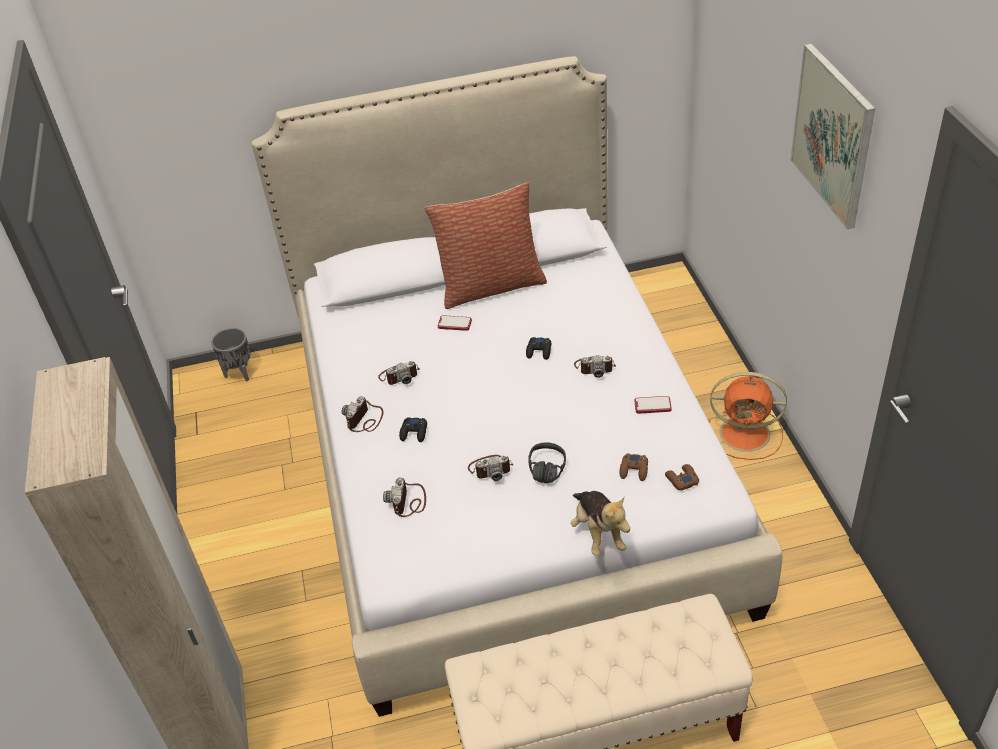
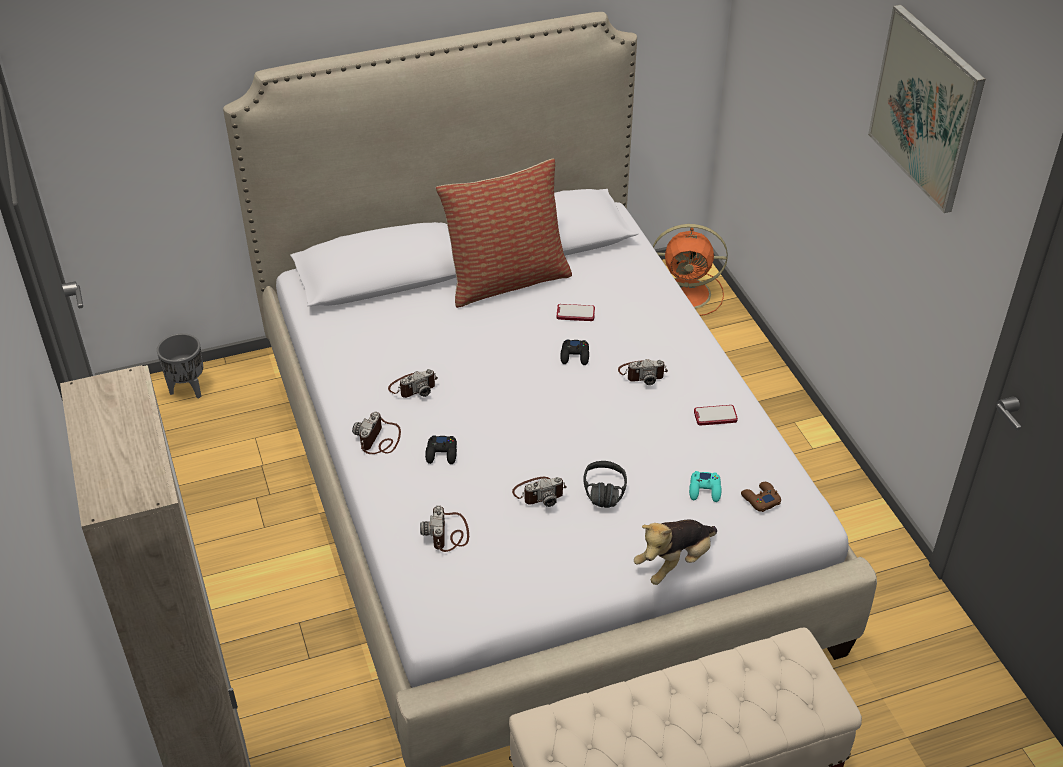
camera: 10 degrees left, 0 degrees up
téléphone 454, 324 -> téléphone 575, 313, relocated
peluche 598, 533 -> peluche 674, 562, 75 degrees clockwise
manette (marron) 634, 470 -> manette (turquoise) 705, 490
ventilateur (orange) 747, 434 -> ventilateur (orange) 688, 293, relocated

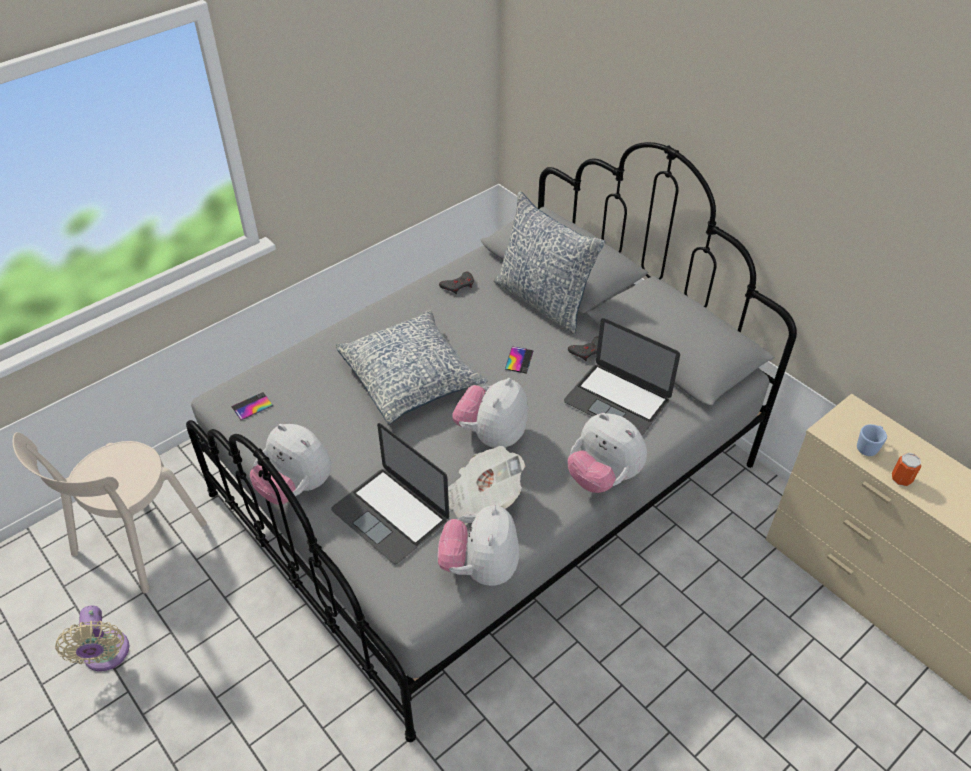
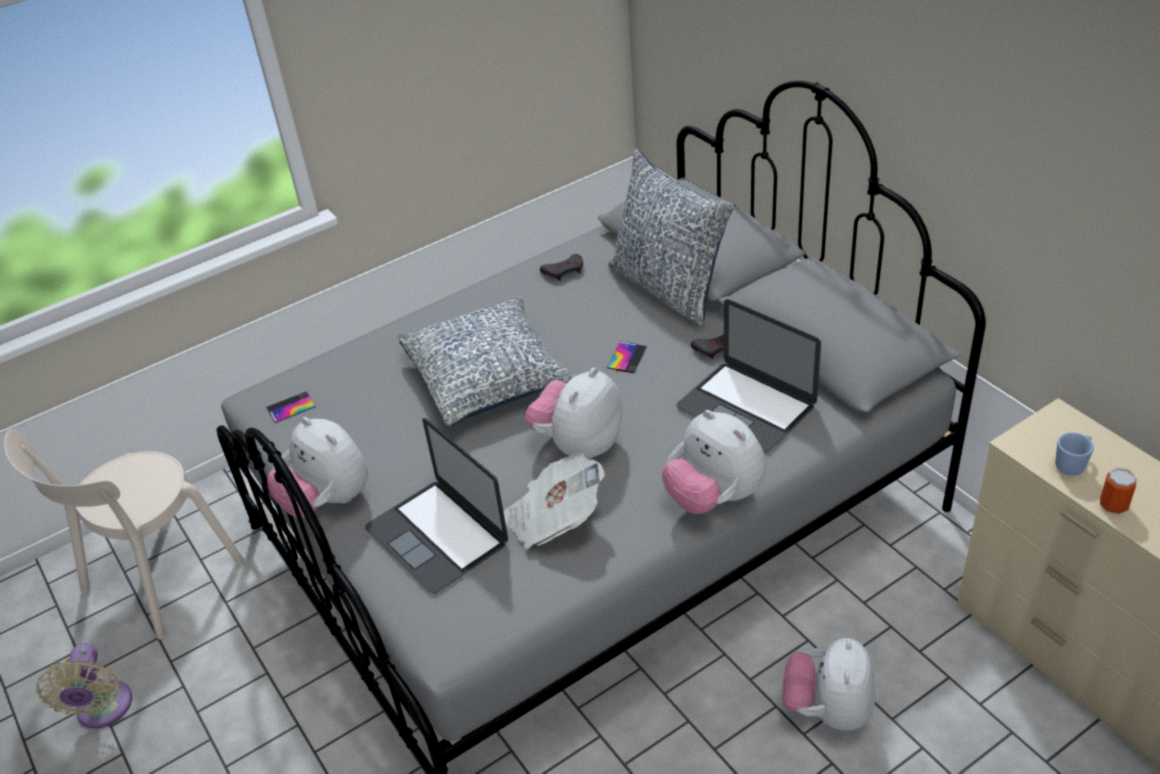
camera: 10 degrees right, 5 degrees down
peluche 480, 567 -> peluche 828, 709, relocated

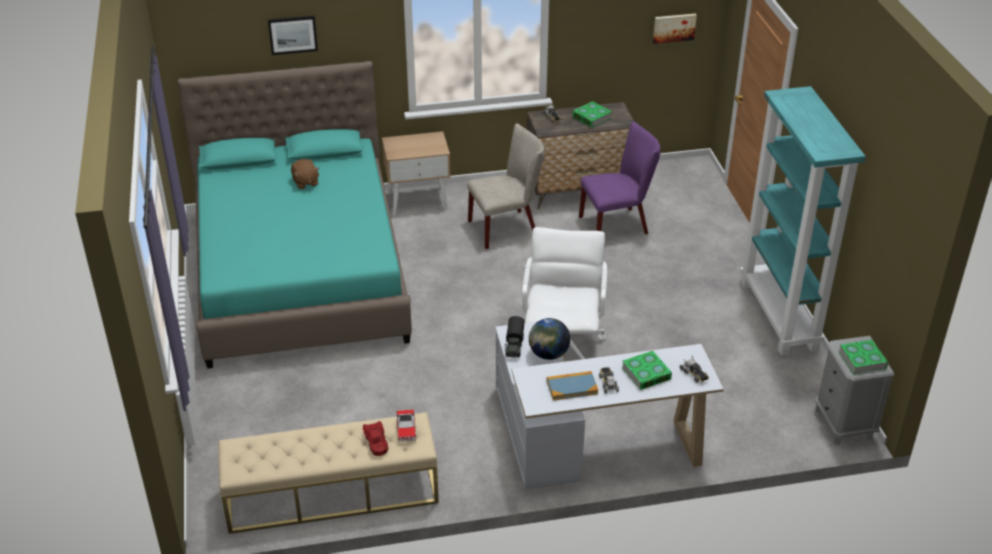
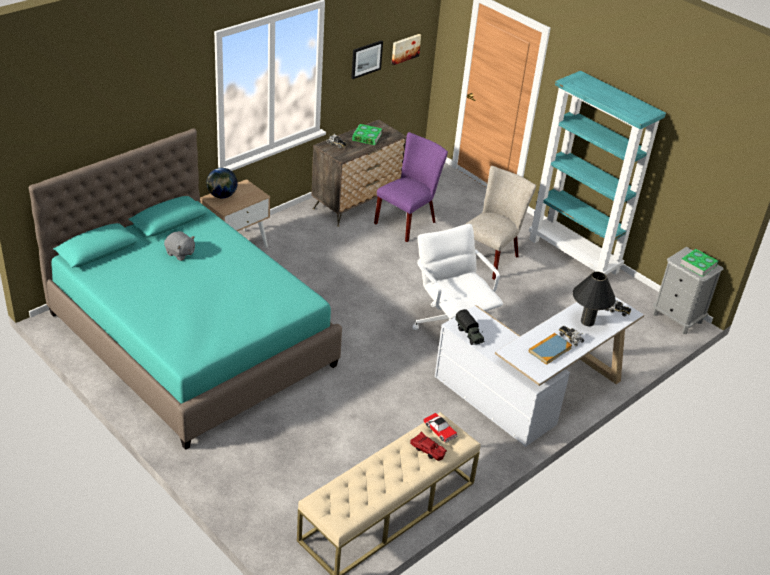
camera: 35 degrees left, 0 degrees up
tableau 292, 34 -> tableau 366, 59, relocated
peluche (marron) 305, 182 -> peluche (gris) 180, 253
chaise (beige) 507, 227 -> chaise (beige) 490, 257, relocated
globe 548, 354 -> globe 222, 196, relocated
livre 646, 373 -> lampe de table (noir) 587, 321

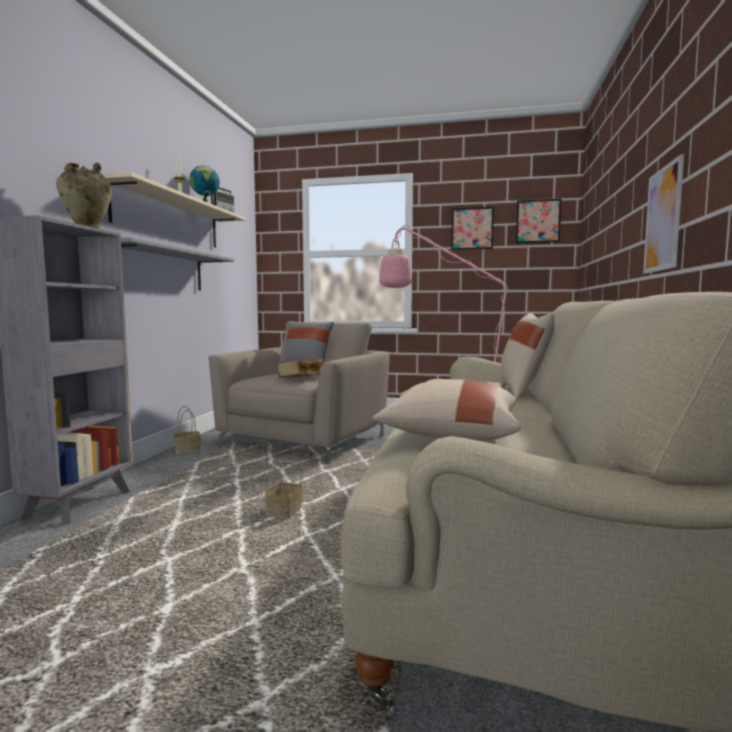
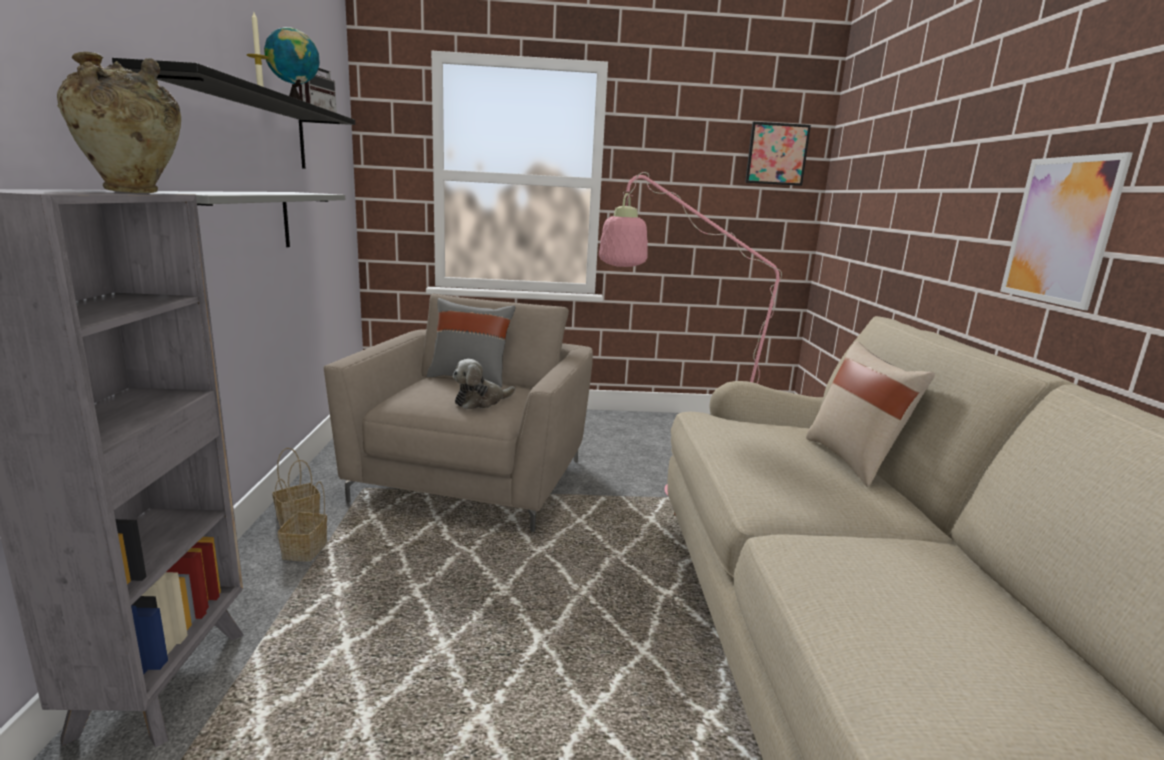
camera: 15 degrees left, 10 degrees up
étagère (beige) 170, 219 -> étagère (noir) 240, 129
panier 284, 512 -> panier 304, 549, relocated
livre 301, 378 -> peluche 481, 402
coussin (beige) 450, 435 -> none
tableau 472, 228 -> none

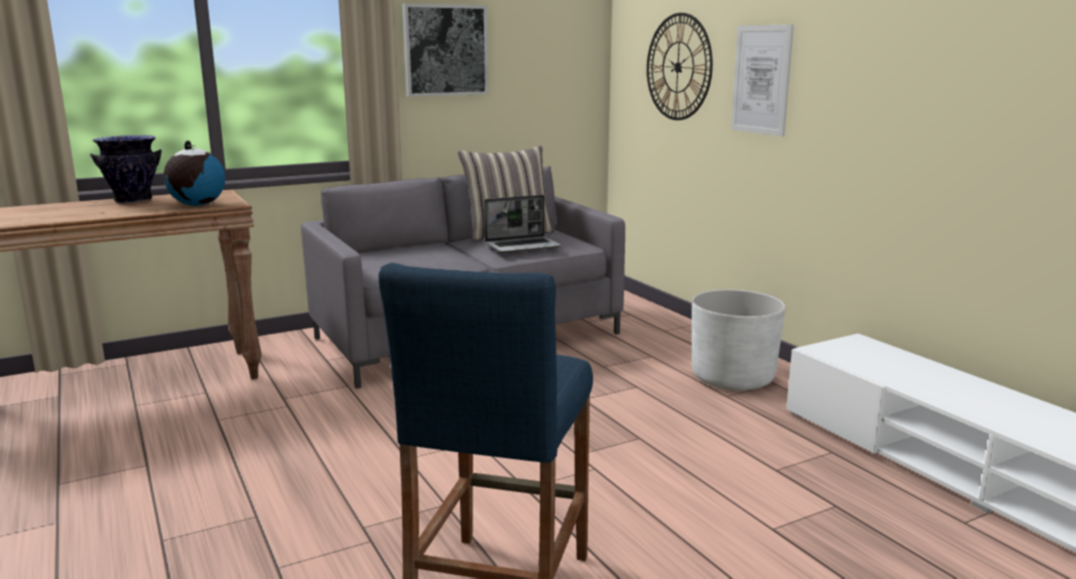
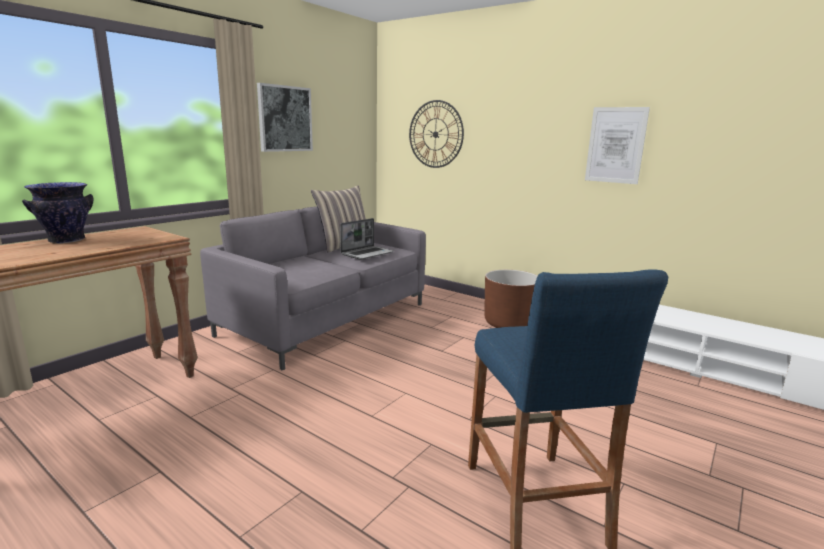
camera: 25 degrees left, 0 degrees up
globe 197, 205 -> none
cache-pot (blanc) 732, 378 -> cache-pot (marron) 508, 323
tableau 761, 80 -> tableau 615, 145, relocated

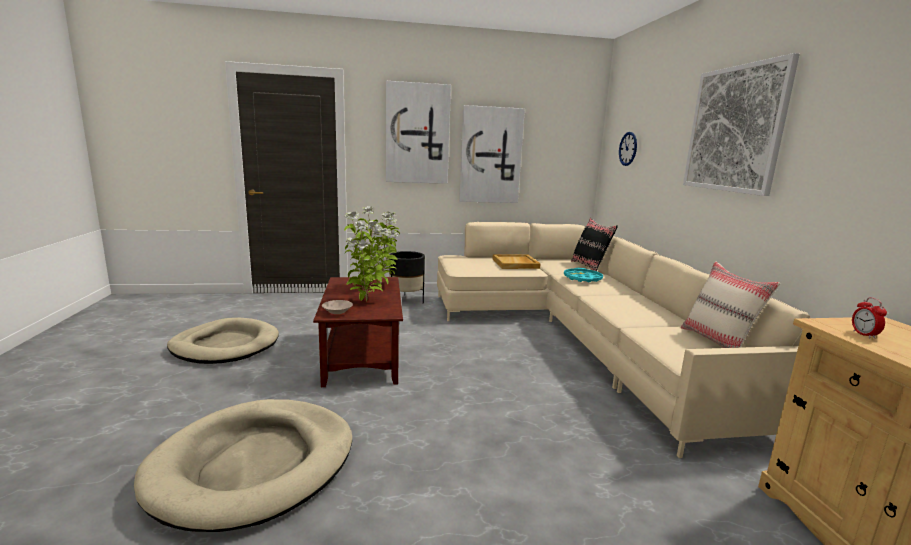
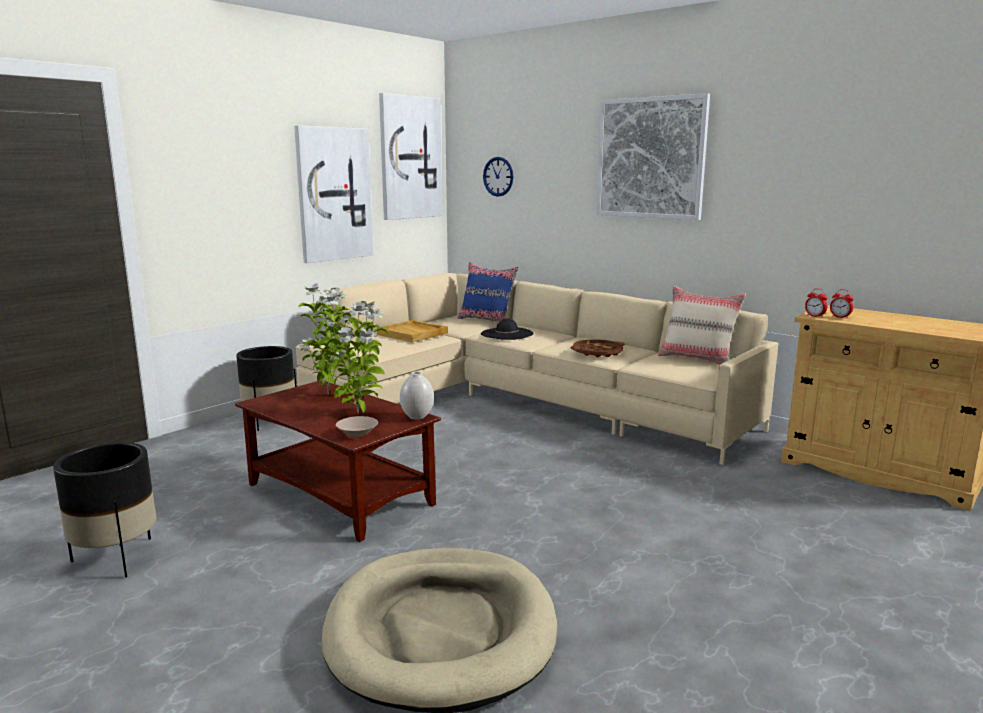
camera: 40 degrees left, 0 degrees up
panier pour chien (beige) 225, 345 -> cache-pot (noir) 116, 558
tableau 417, 134 -> tableau 410, 158, relocated
plateau (turquoise) 582, 278 -> chapeau (noir) 507, 334
coussin (noir) 590, 267 -> coussin (bleu) 487, 320
none -> vase (blanc) 417, 417
none -> plateau (marron) 597, 352
none -> réveil 815, 316

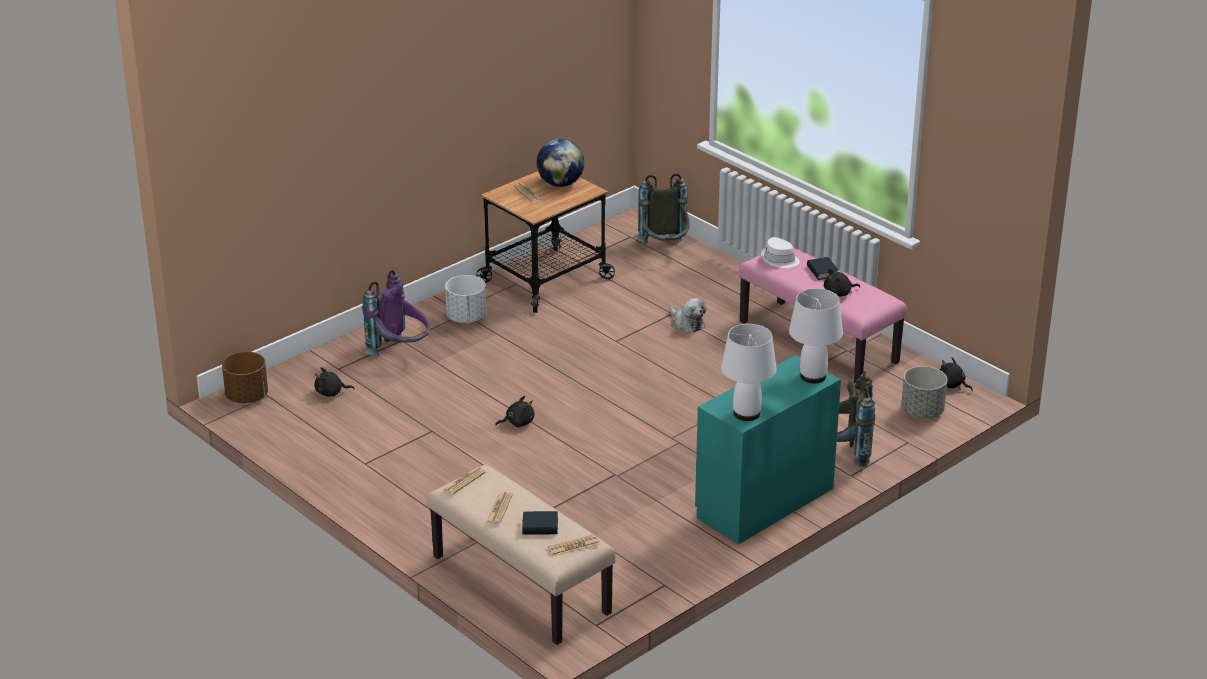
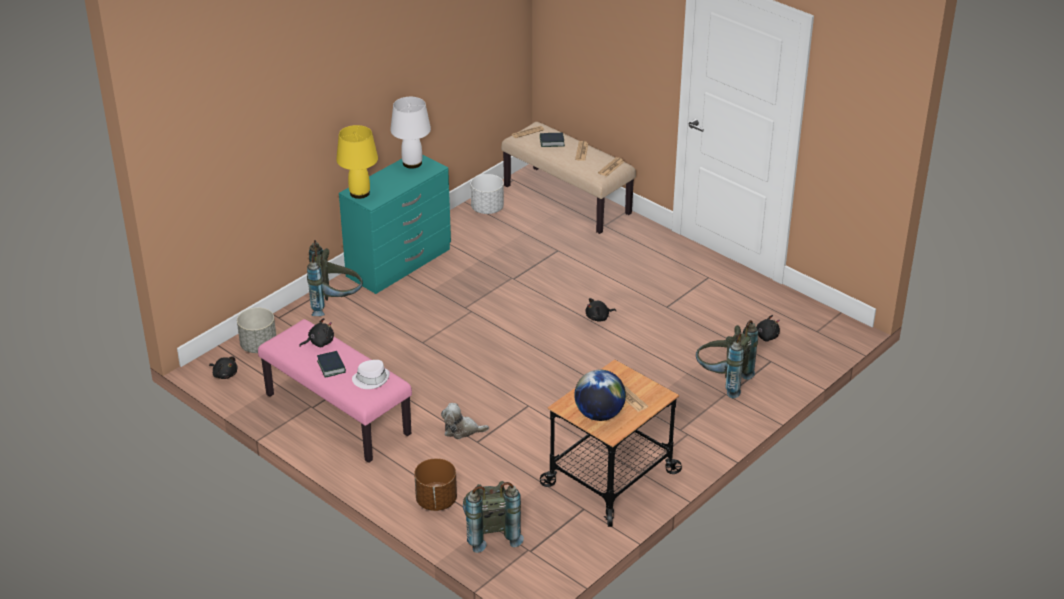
camera: 175 degrees right, 5 degrees up
cache-pot (marron) 247, 396 -> cache-pot (marron) 436, 501, relocated
sac à dos (violet) 400, 352 -> sac à dos (gris) 723, 381
cache-pot (blanc) 466, 318 -> cache-pot (blanc) 487, 209, relocated
peluche 687, 323 -> peluche 462, 430, 45 degrees counterclockwise
lampe de table (blanc) 813, 377 -> lampe de table (jaune) 359, 193

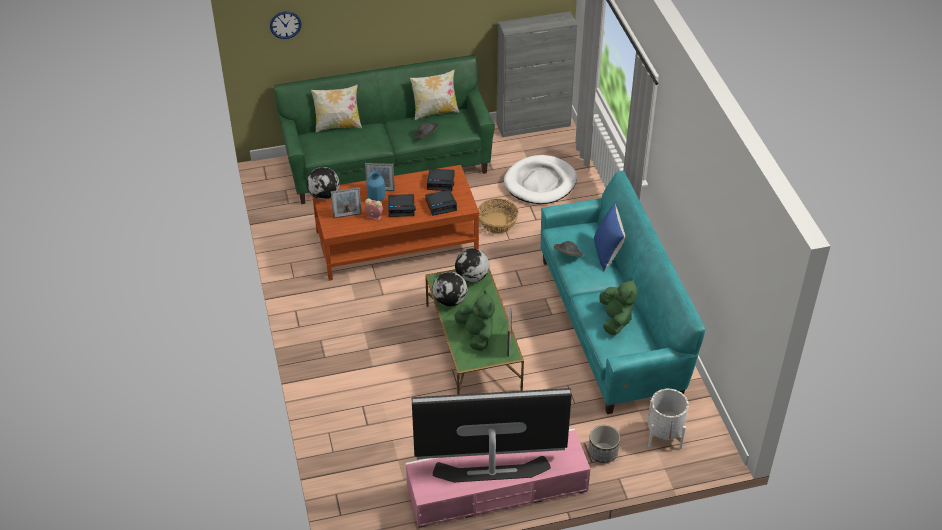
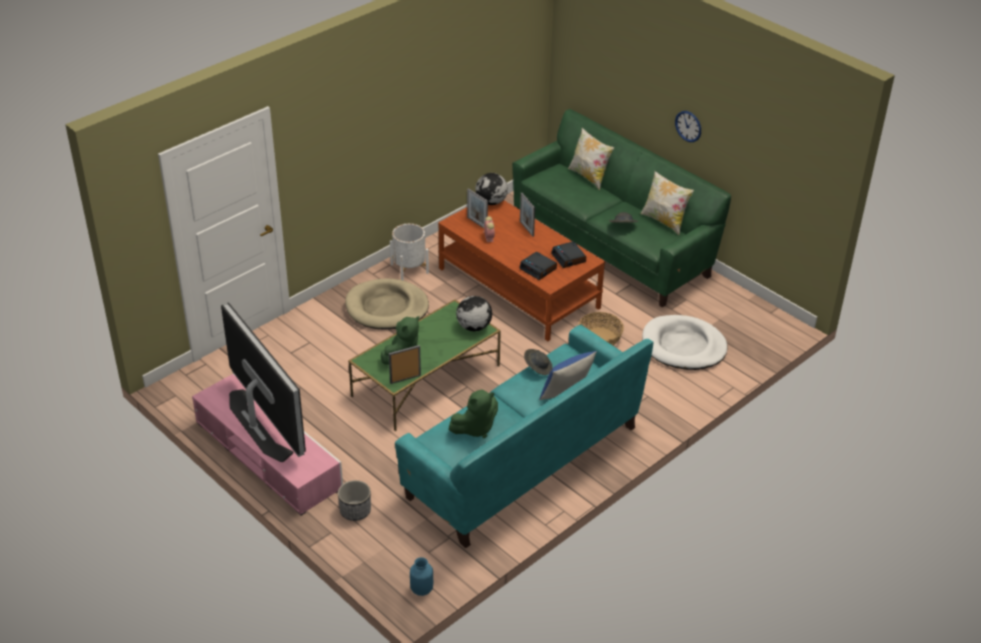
camera: 60 degrees right, 5 degrees down
horloge murale 285, 25 -> horloge murale 688, 126, relocated
vase (bleu) 376, 198 -> vase (bleu) 421, 589, relocated
réveil 401, 208 -> none
globe 450, 301 -> none
meuble de rangement (gris) 534, 125 -> none
cache-pot (blanc) 664, 434 -> cache-pot (blanc) 409, 268, relocated
none -> panier pour chien (beige) 387, 308

